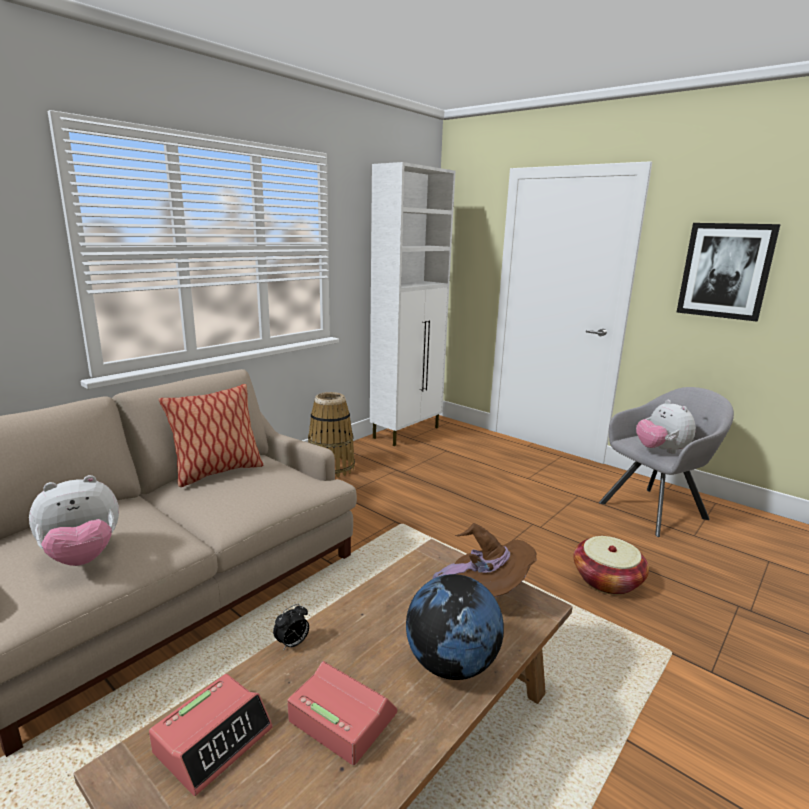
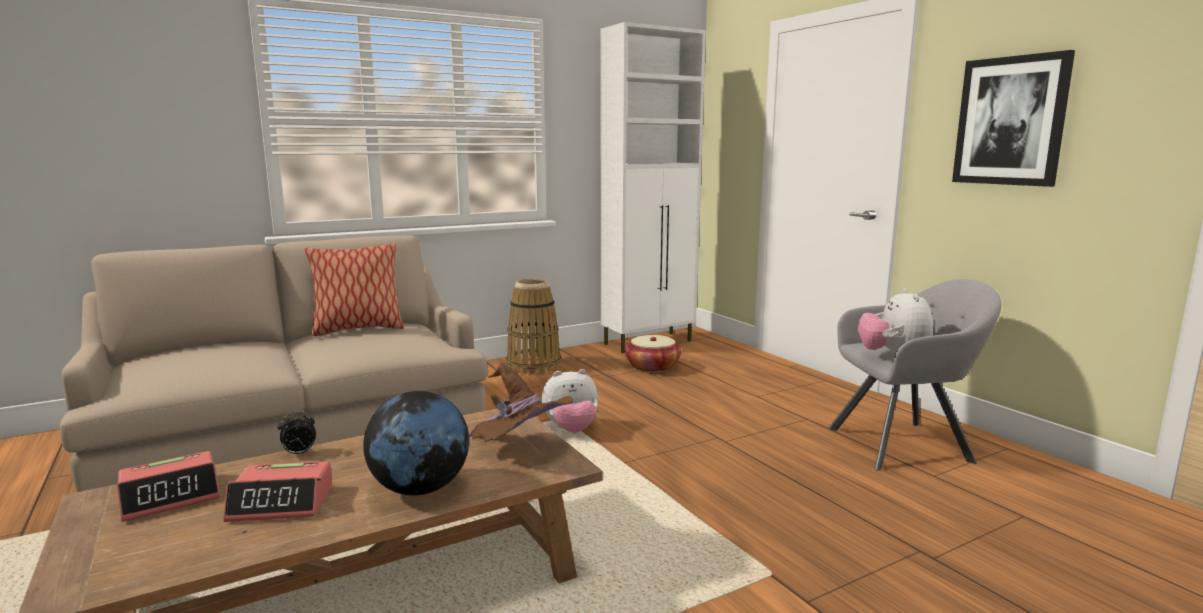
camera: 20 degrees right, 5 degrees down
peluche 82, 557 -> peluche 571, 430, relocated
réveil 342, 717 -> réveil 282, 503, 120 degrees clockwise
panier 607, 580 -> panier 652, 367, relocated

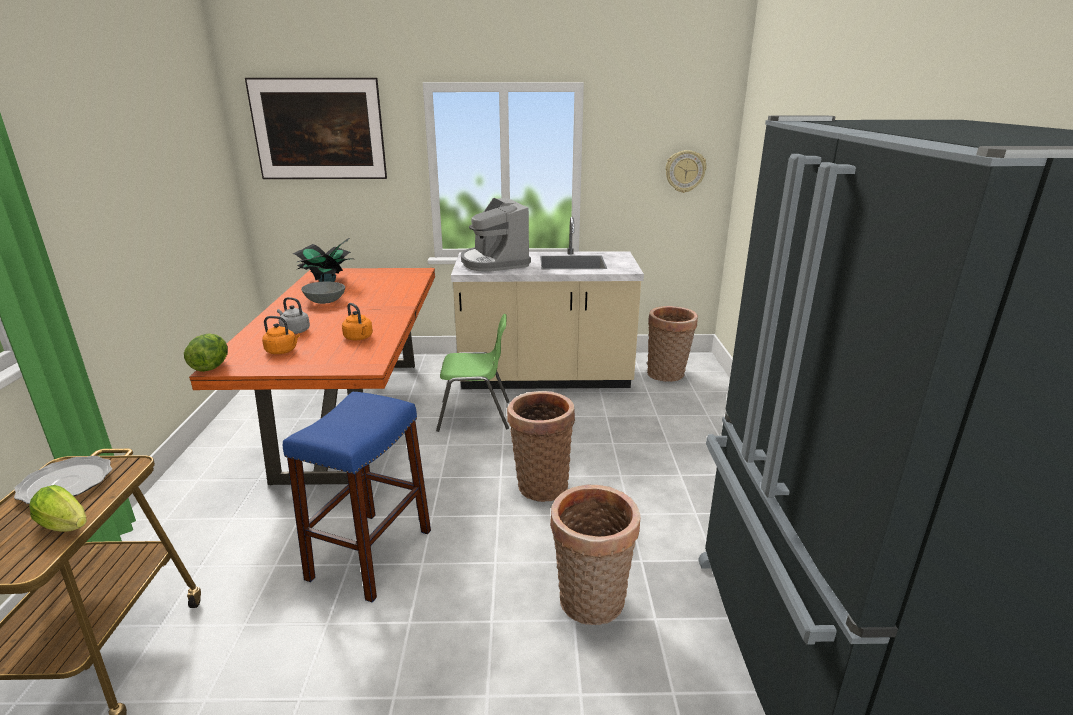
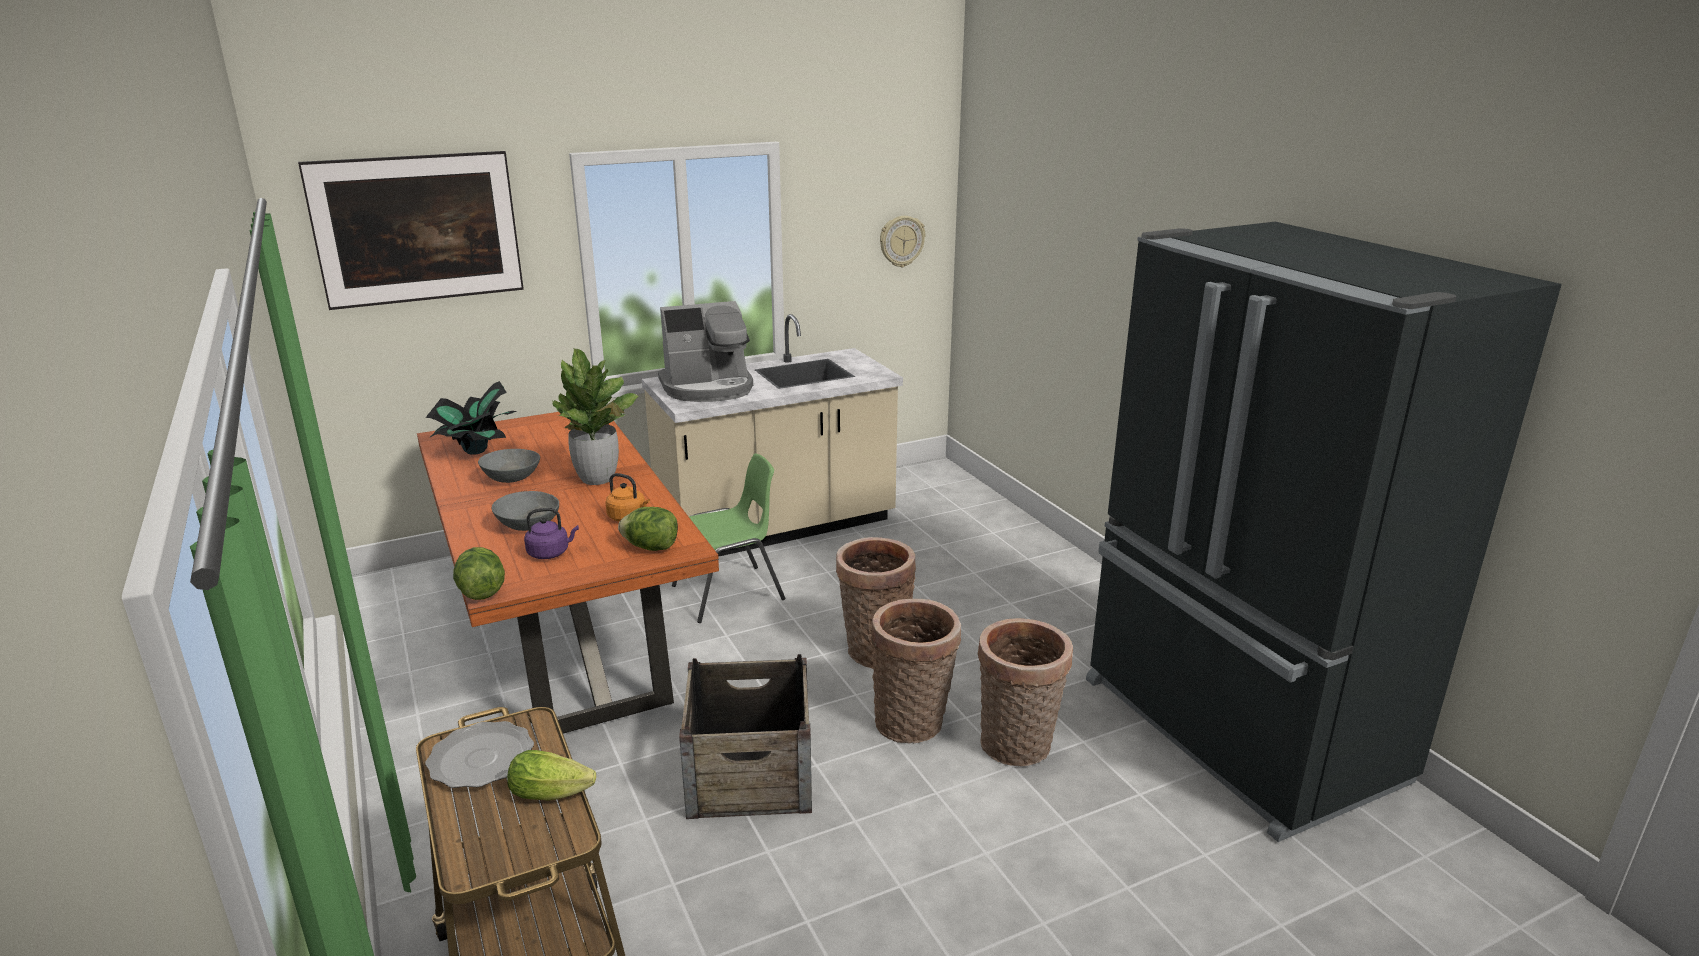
camera: 25 degrees left, 0 degrees up
bouilloire (orange) 283, 351 -> bouilloire (violet) 551, 553
bouilloire (gris) 294, 331 -> bol (gris) 527, 525
tabouret (bleu) 371, 554 -> caisse 749, 773
machine à café 494, 262 -> machine à café 708, 388, 60 degrees counterclockwise
panier 667, 375 -> panier 913, 724, relocated
none -> plante en pot 597, 479
none -> laitue 651, 547

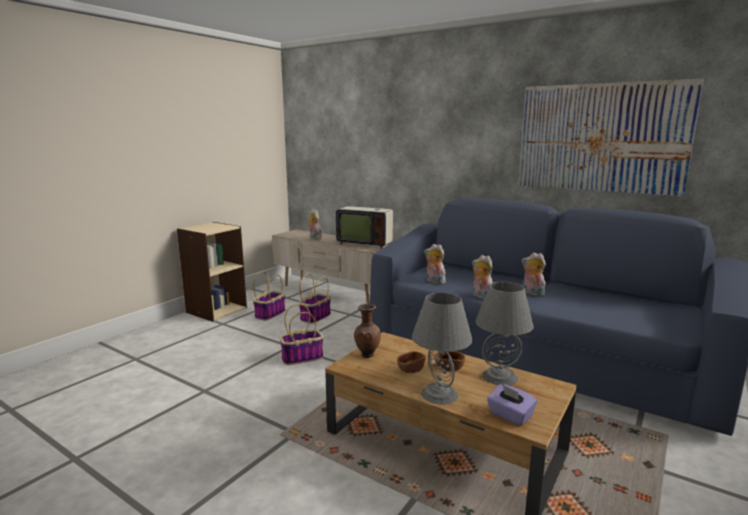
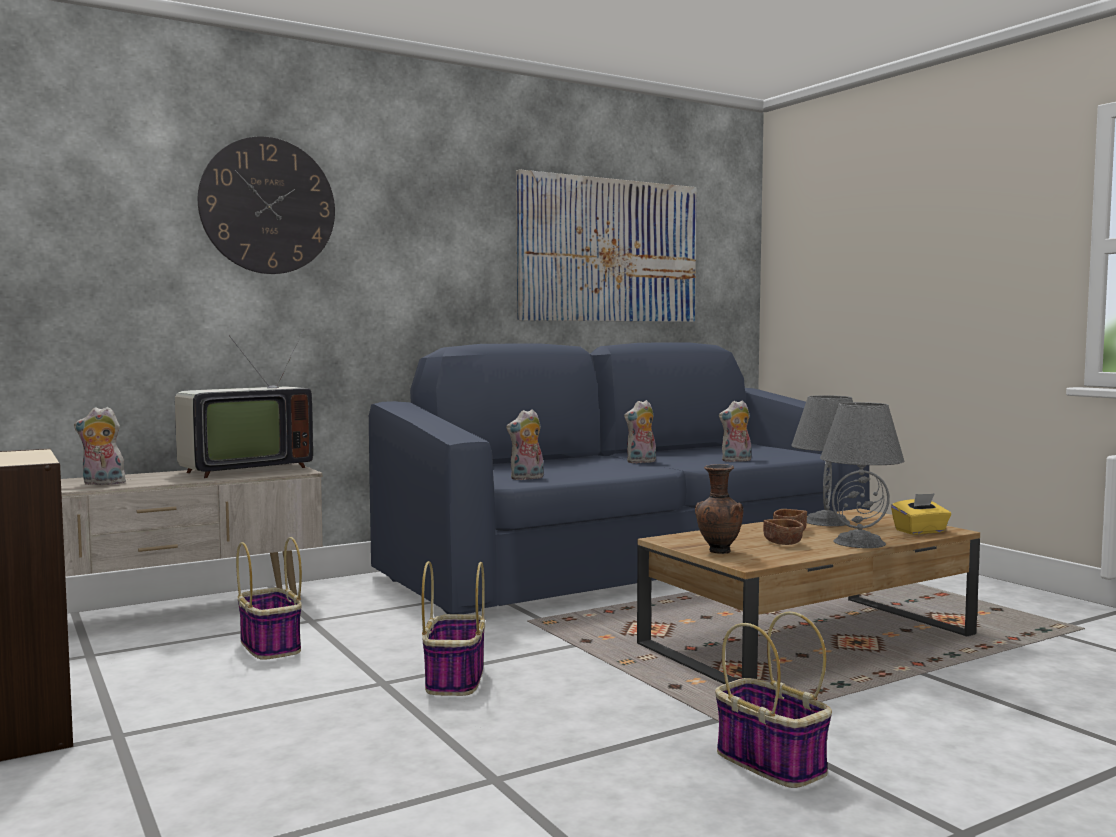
camera: 65 degrees left, 10 degrees down
panier 270, 314 -> panier 768, 762, relocated
peluche 481, 296 -> peluche 736, 461, relocated
boîte à mouchoirs (violet) 510, 416 -> boîte à mouchoirs (jaune) 920, 531
none -> horloge murale 268, 206

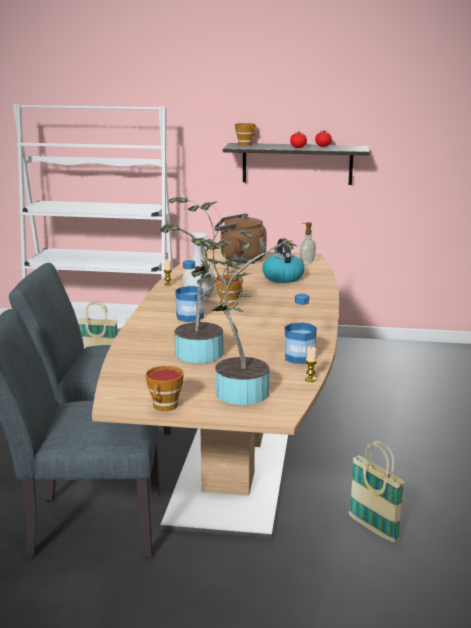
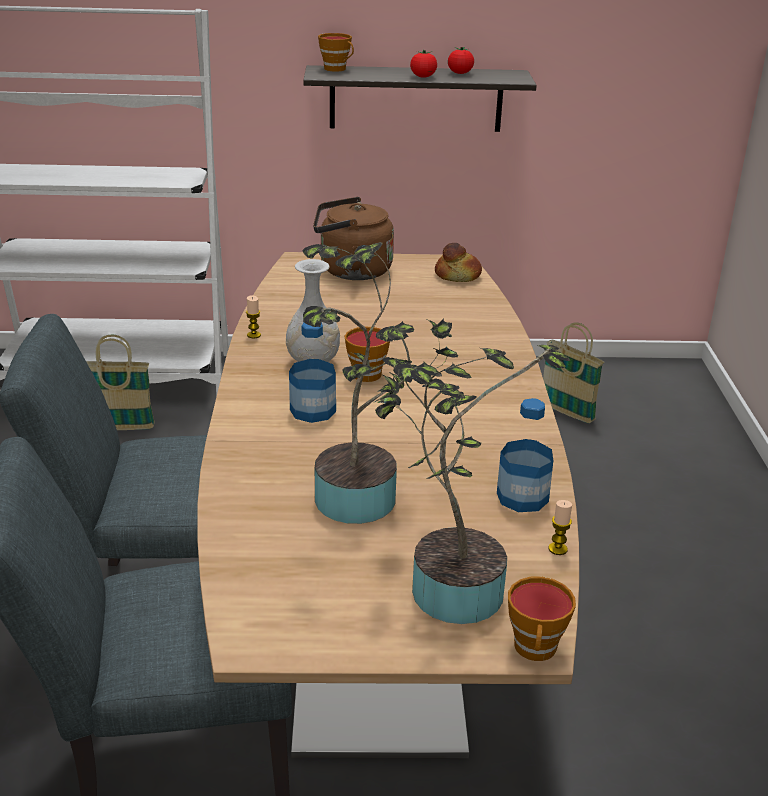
camera: 10 degrees left, 10 degrees up
tasse 164, 407 -> tasse 535, 650, relocated
bouilloire 282, 277 -> none
distributeur de savon 306, 263 -> pain 458, 276
panier 373, 529 -> panier 566, 412, relocated

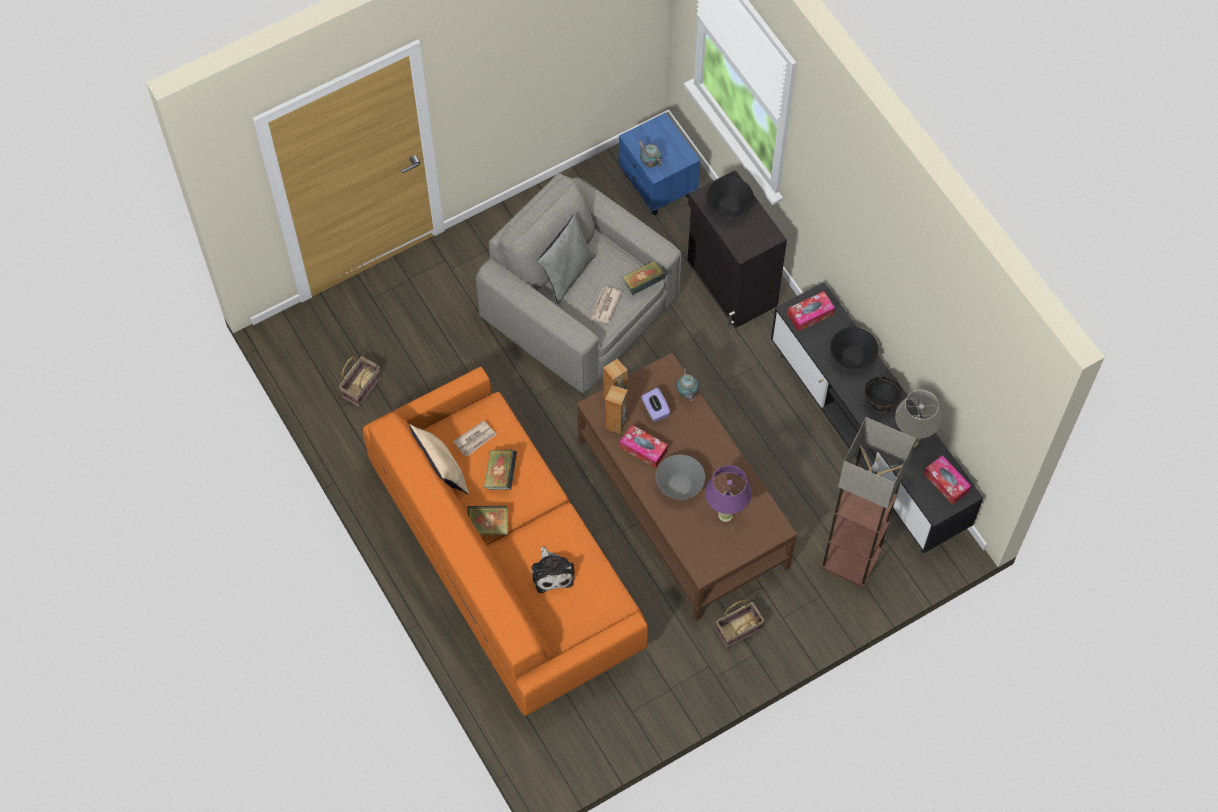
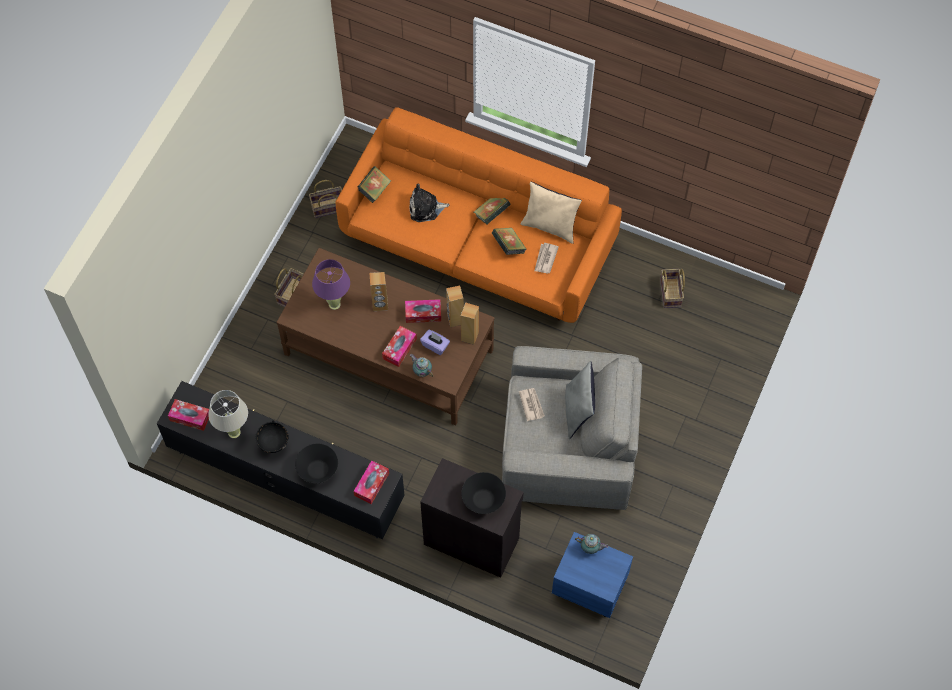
camera: 145 degrees right, 0 degrees up
peluche 552, 572 -> peluche 426, 208, 45 degrees counterclockwise
livre 643, 284 -> livre 374, 190, relocated
bol (gris) 679, 485 -> enceinte (marron) 380, 305
lampadaire 852, 558 -> none
none -> panier 329, 206
none -> boîte à mouchoirs 399, 349

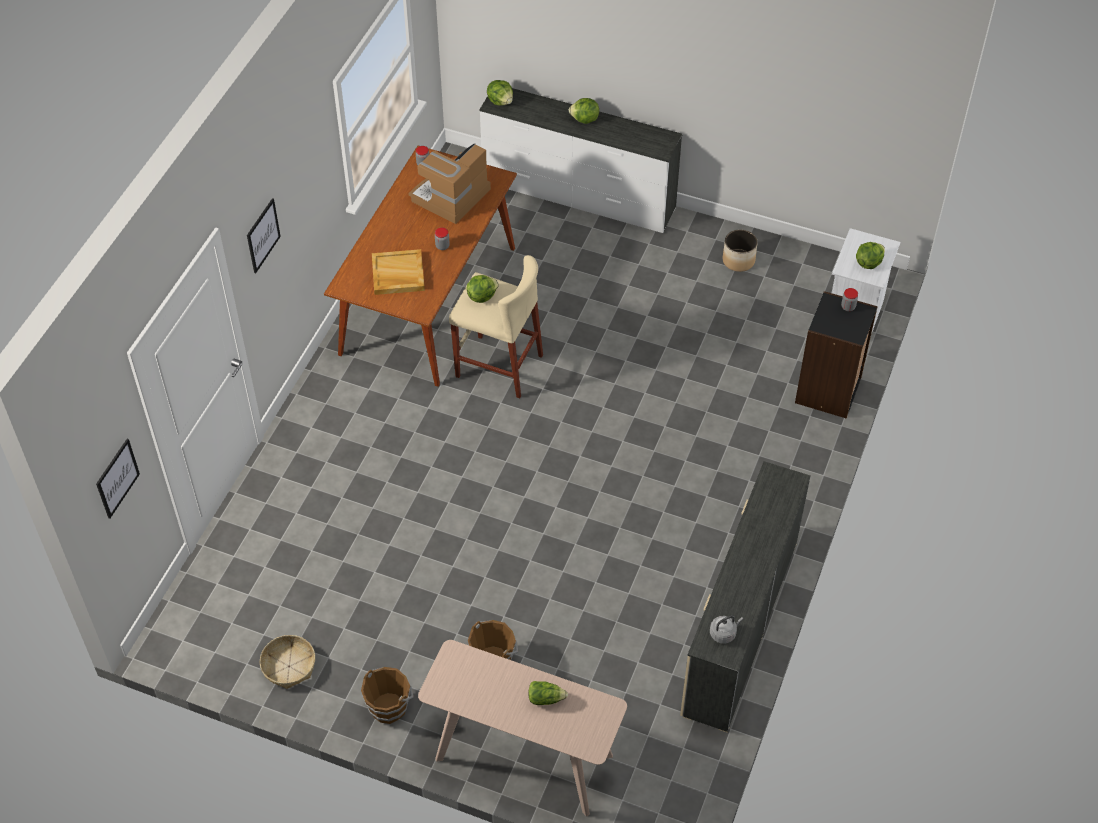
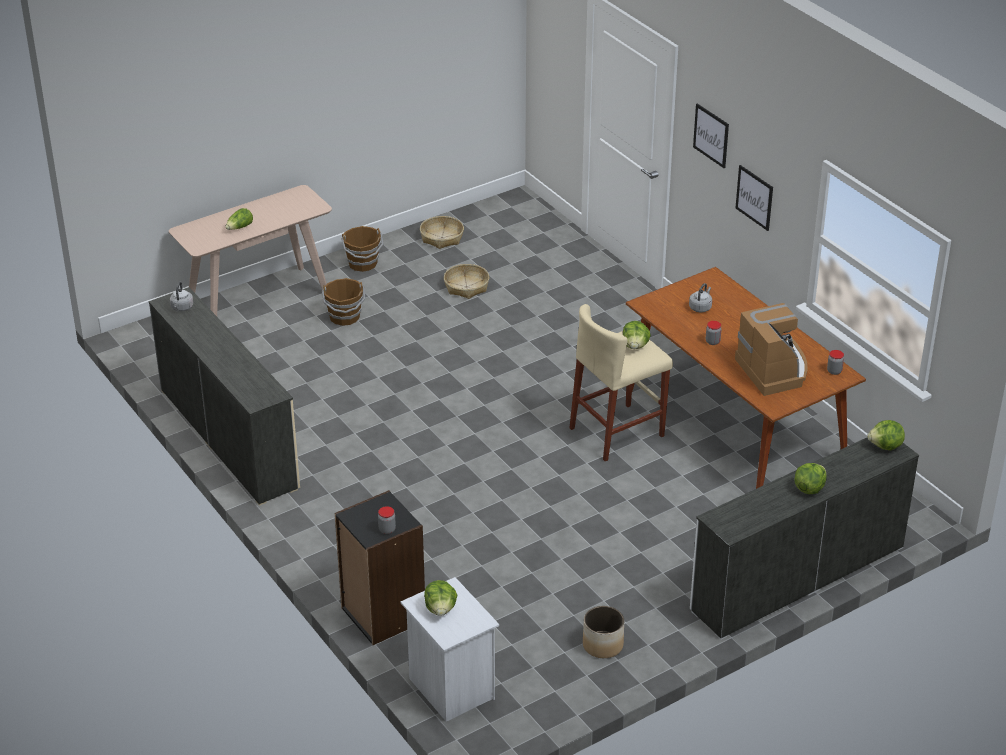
camera: 125 degrees right, 15 degrees down
tableau 117, 478 -> tableau 754, 197, relocated
plateau (beige) 397, 274 -> bouilloire (gris) 700, 307
none -> panier 466, 287

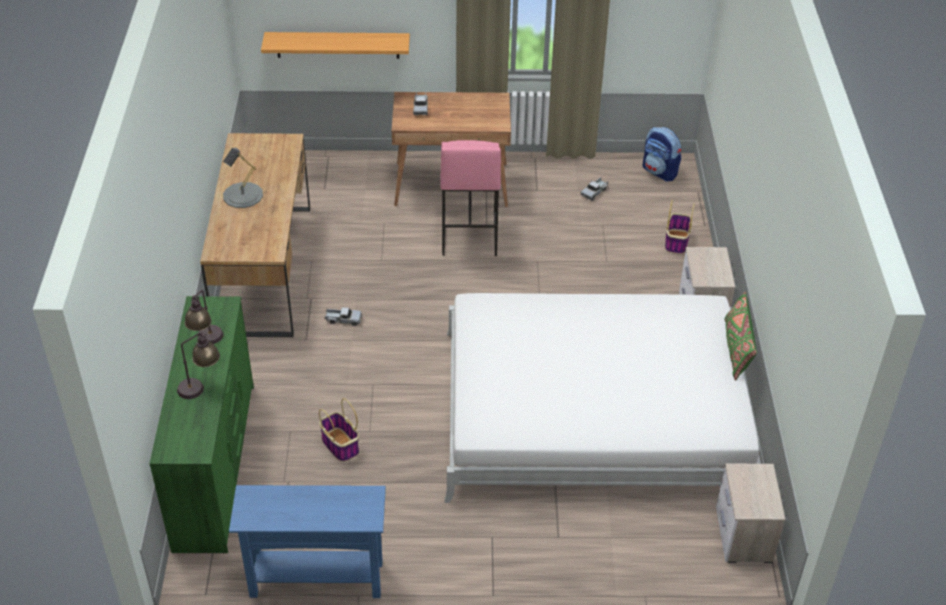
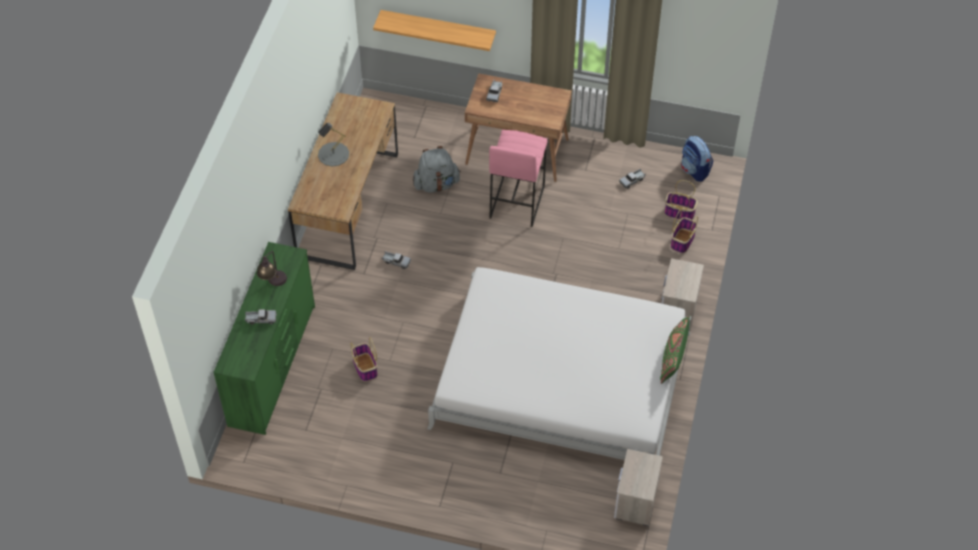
camera: 15 degrees right, 10 degrees up
lampe de table 200, 386 -> camion jouet 261, 319
table console (bleu) 316, 579 -> none
none -> sac à dos (gris) 436, 184
none -> panier 679, 212

